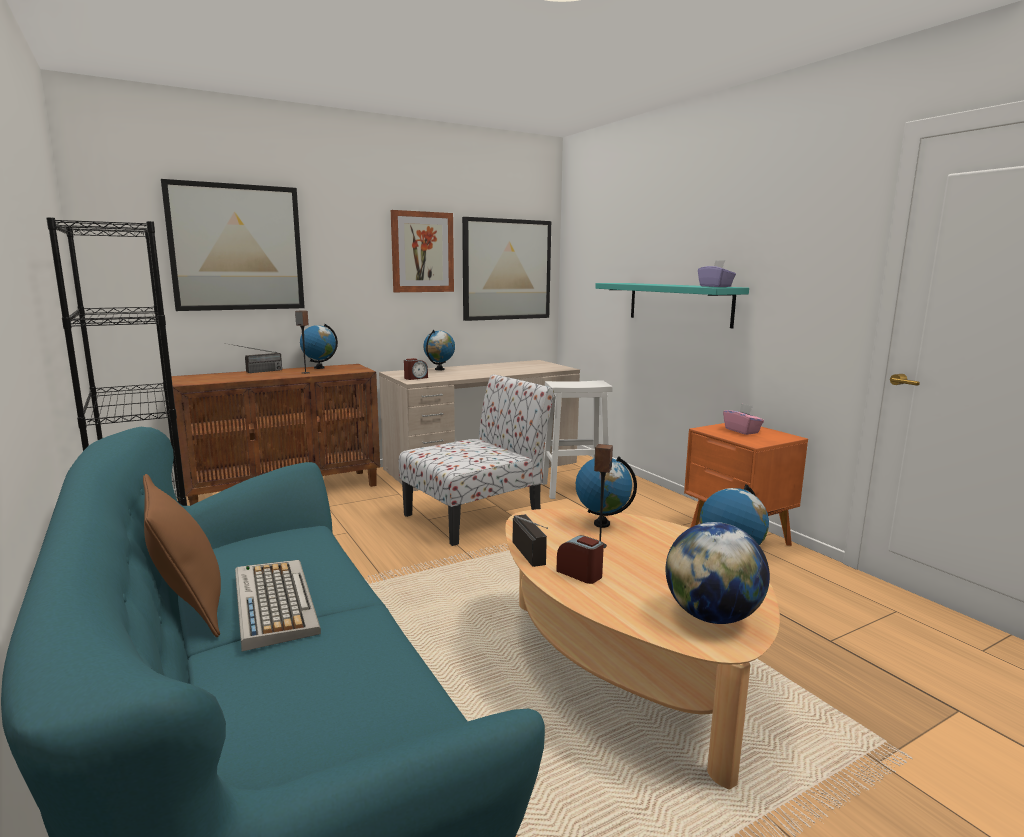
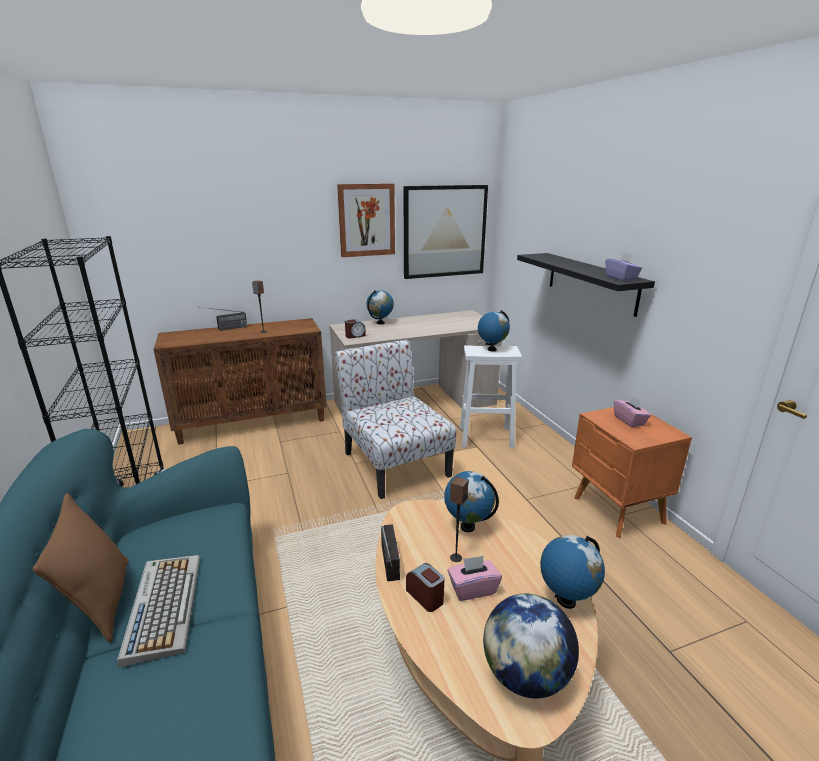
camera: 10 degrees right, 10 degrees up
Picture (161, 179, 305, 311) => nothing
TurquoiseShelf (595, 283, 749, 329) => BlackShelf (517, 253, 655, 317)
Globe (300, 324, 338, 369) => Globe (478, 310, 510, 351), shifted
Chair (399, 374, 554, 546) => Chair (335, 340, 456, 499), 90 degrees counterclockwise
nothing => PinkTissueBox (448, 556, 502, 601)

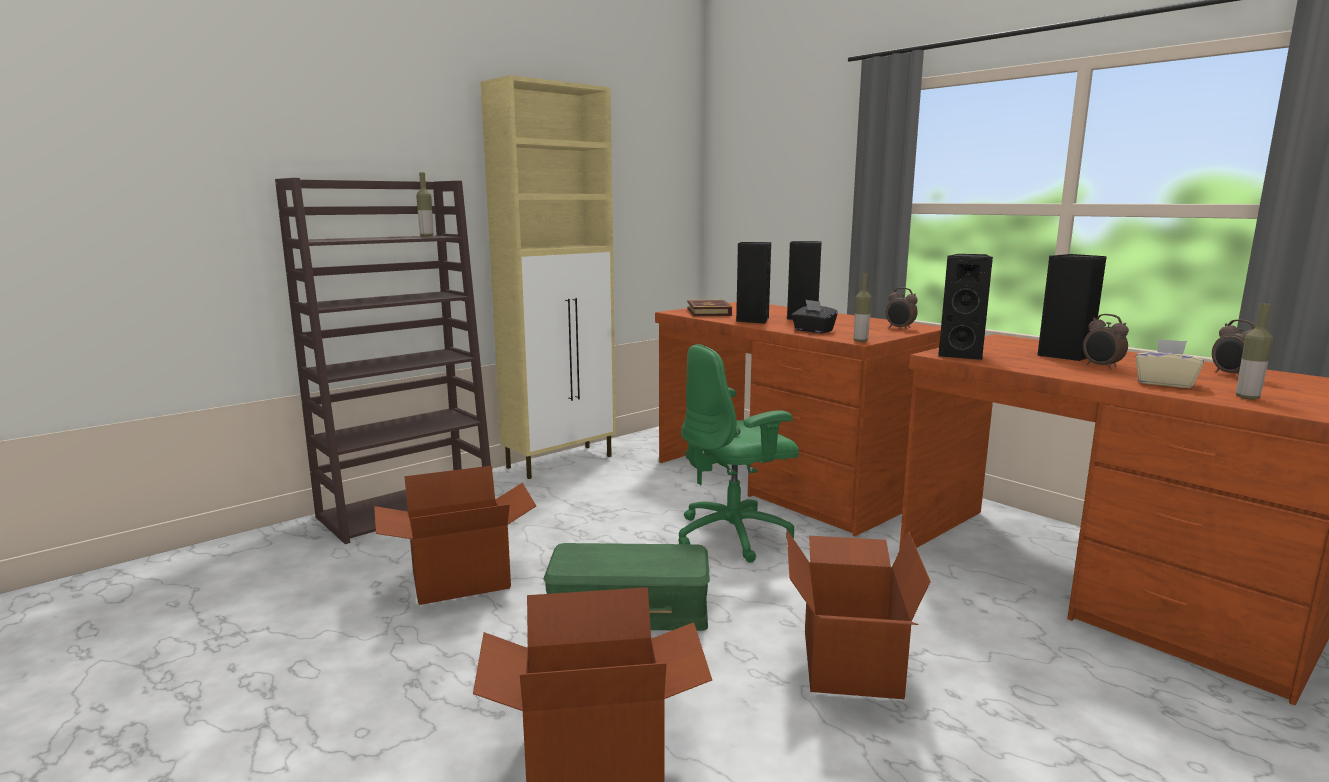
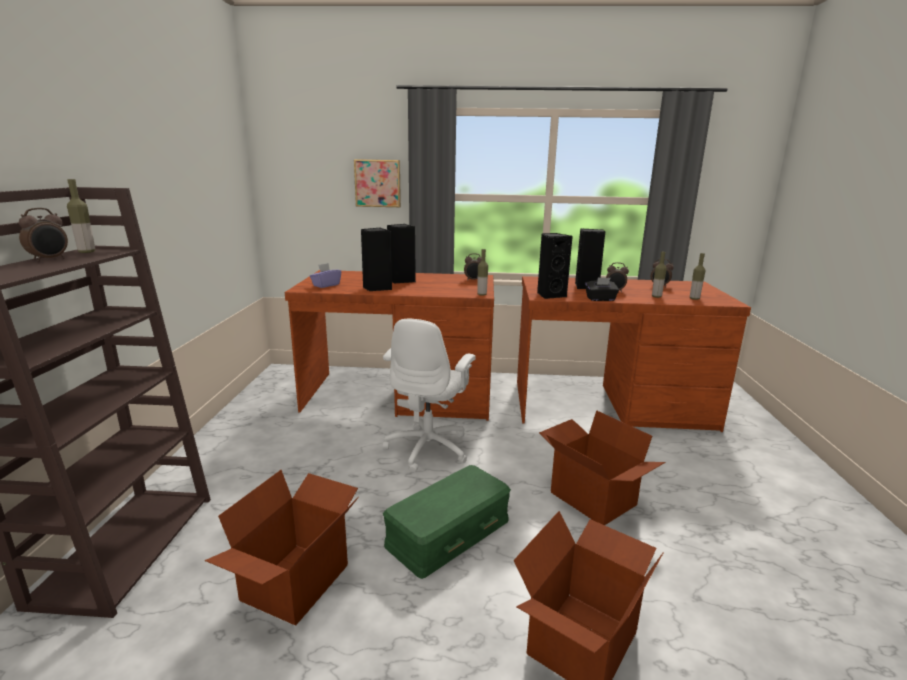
camera: 45 degrees left, 5 degrees up
BeigeCabinet (481, 75, 616, 479) => nothing
BlackTissueBox (791, 299, 838, 333) => BlackTissueBox (585, 277, 619, 301), shifted
Book (687, 300, 732, 317) => PurpleTissueBox (310, 263, 341, 288)
BeigeTissueBox (1136, 339, 1204, 388) => Bottle (652, 252, 667, 298)
GreenOfficeChair (678, 344, 799, 563) => WhiteOfficeChair (383, 319, 476, 473)
nothing => Picture (354, 159, 401, 207)
nothing => AlarmClock (19, 208, 68, 262)

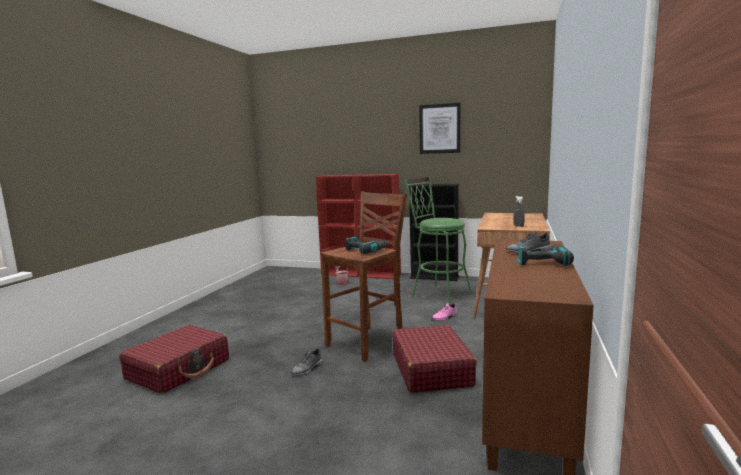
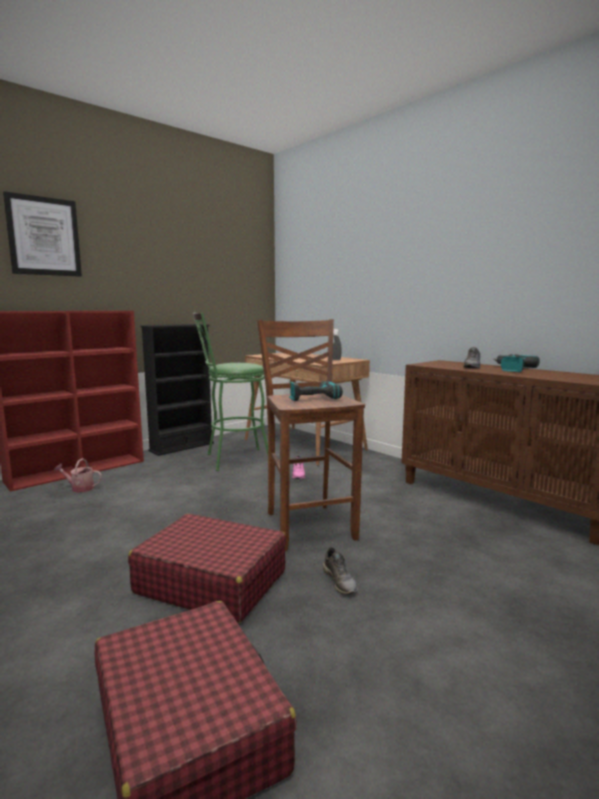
camera: 60 degrees left, 0 degrees up
Picture (419, 103, 461, 154) => Picture (3, 191, 82, 277), shifted
RedSuitcase (392, 325, 477, 393) => RedSuitcase (128, 514, 286, 623), shifted

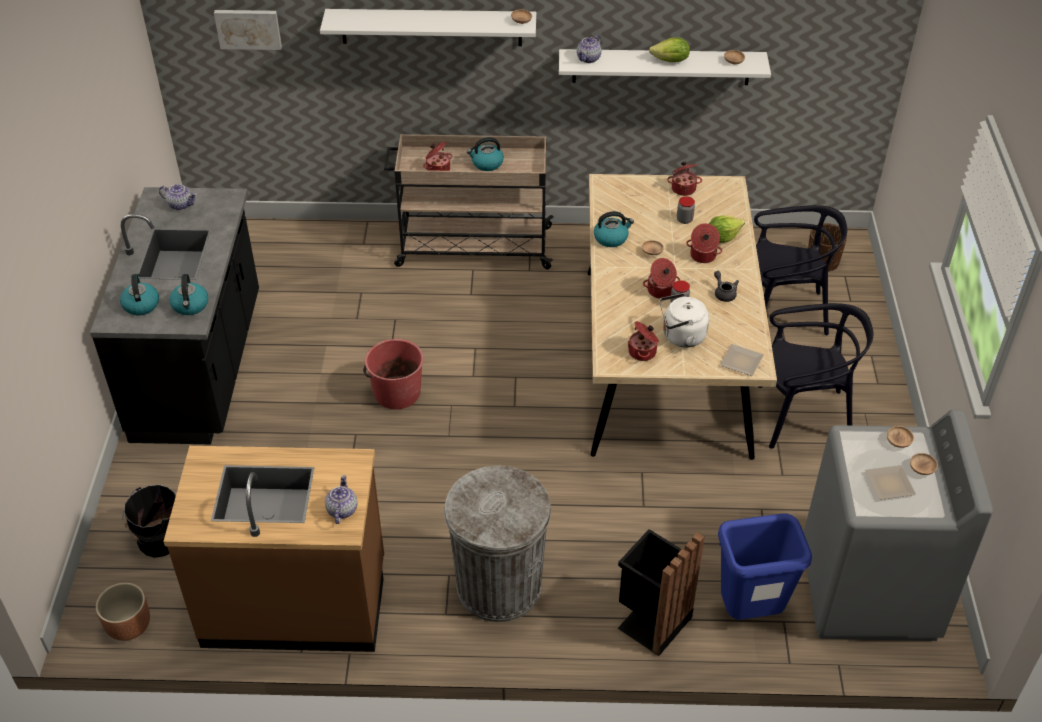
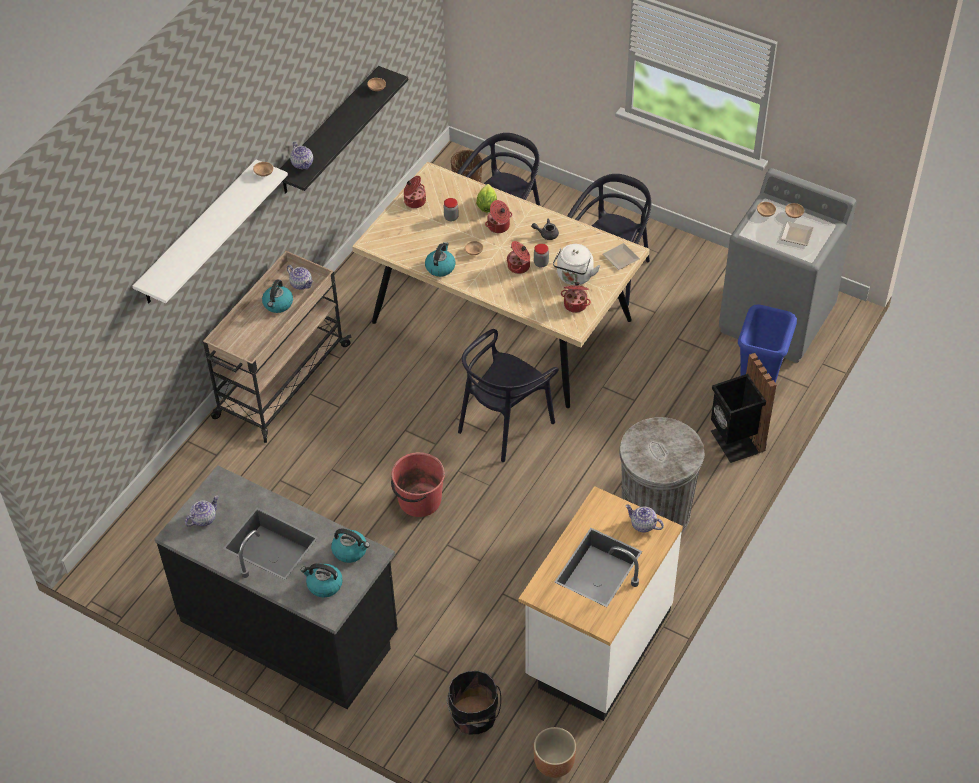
camera: 60 degrees left, 5 degrees up
Picture (214, 10, 282, 50) => nothing
Lettuce (649, 37, 690, 62) => nothing
WhiteShelf (559, 49, 771, 85) => BlackShelf (280, 66, 408, 194)
CookingPot (423, 141, 452, 171) => nothing
BrownCounter (163, 446, 384, 652) => WhiteCounter (519, 486, 683, 721)
nothing => Teapot (287, 265, 313, 290)
nothing => BlackChair (458, 329, 558, 462)

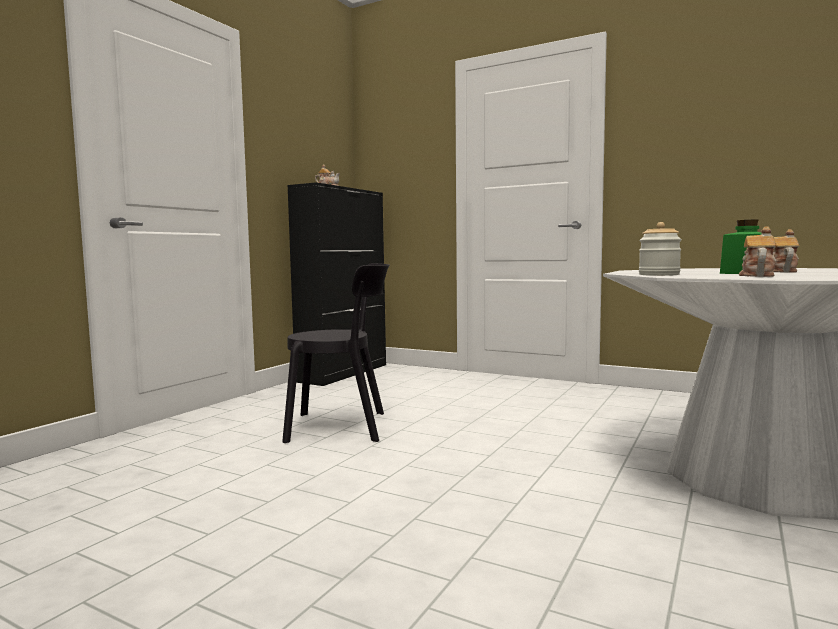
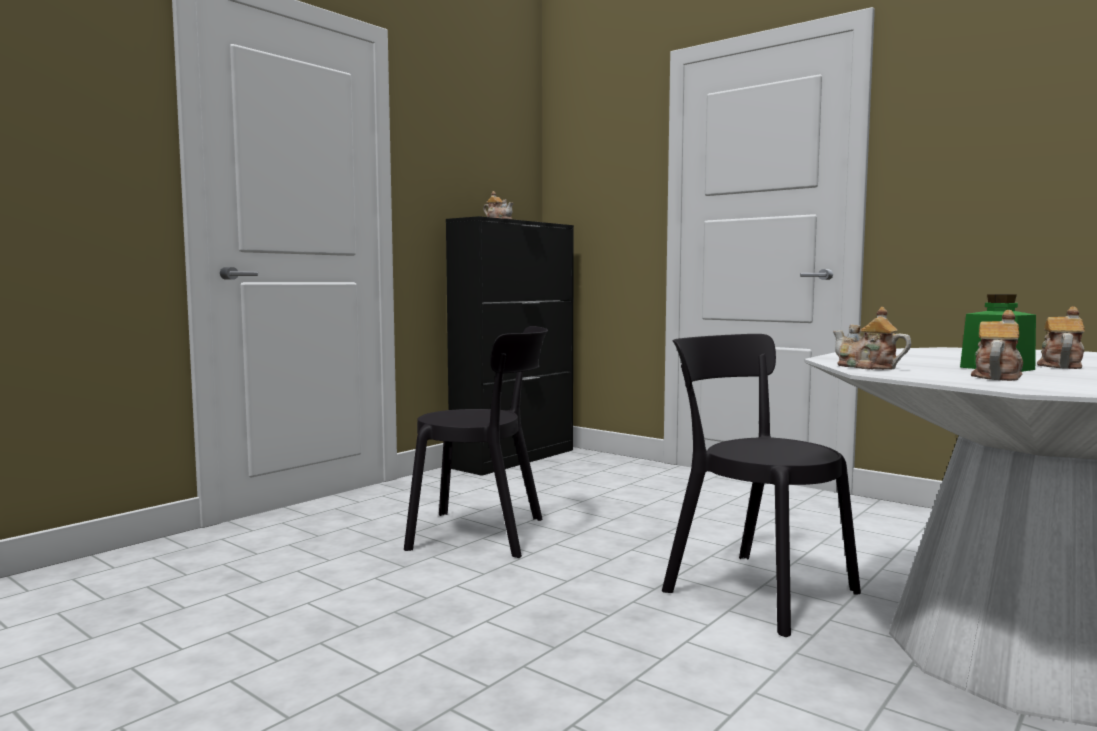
camera: 10 degrees right, 0 degrees up
Jar (639, 222, 682, 276) => Teapot (833, 307, 911, 370)
nothing => BlackChair (662, 334, 861, 637)

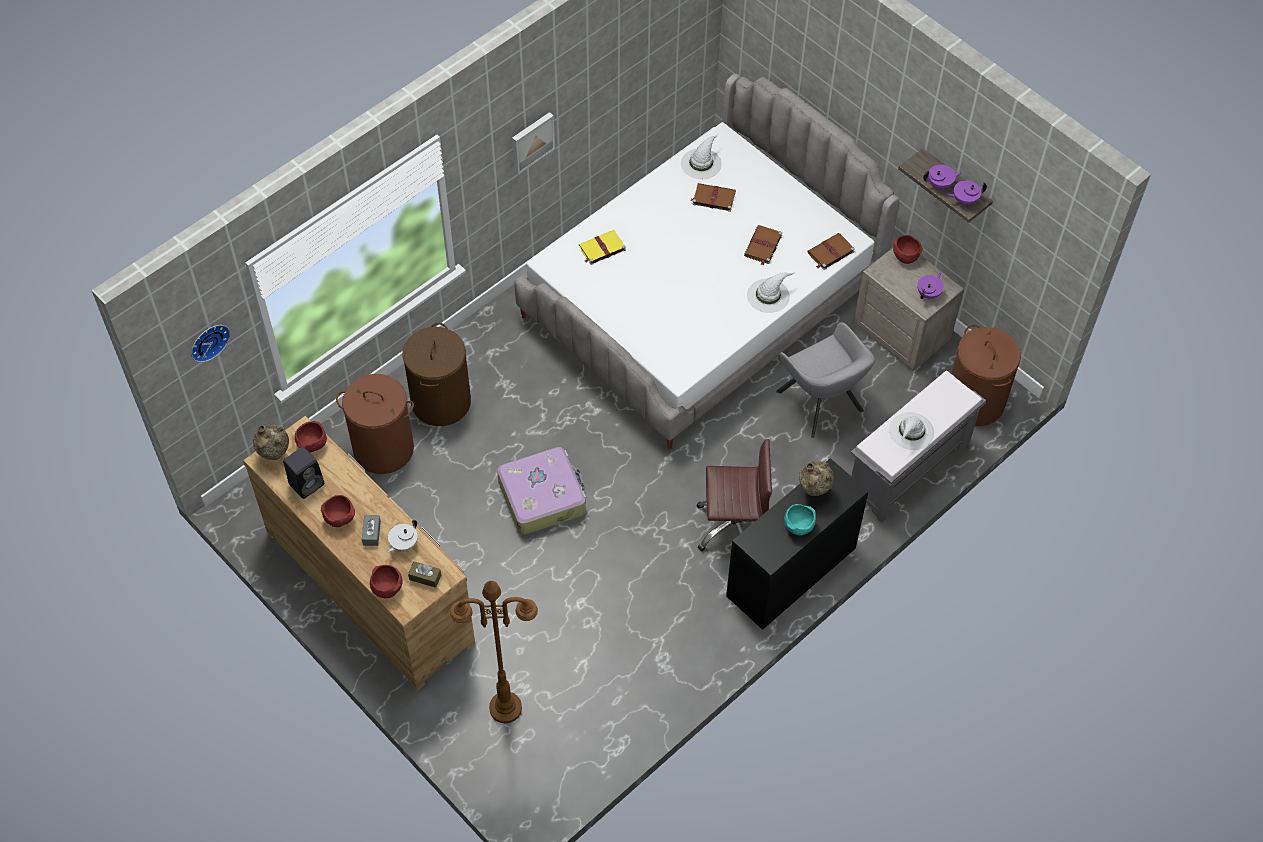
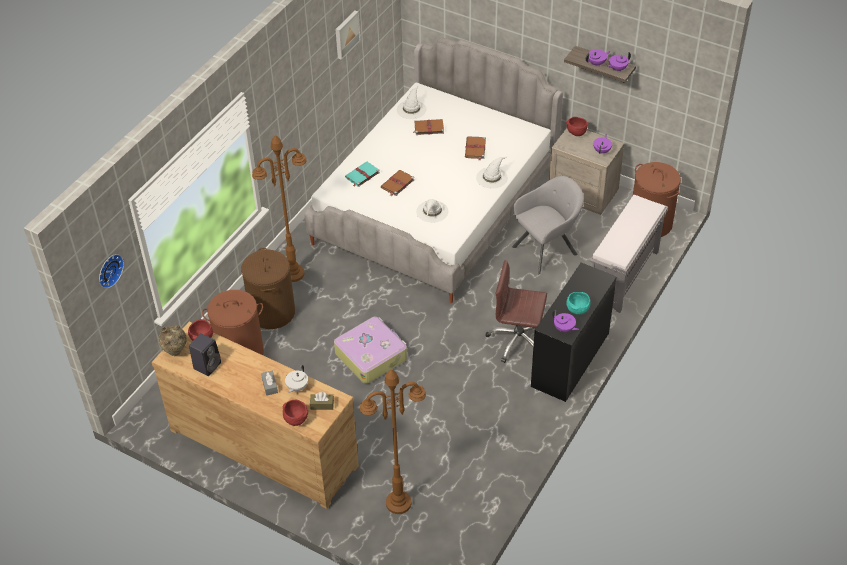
camera: 15 degrees left, 10 degrees down
Picture (512, 112, 555, 174) => Picture (335, 10, 361, 60), shifted
YellowBook (579, 230, 626, 265) => TurquoiseBook (345, 162, 380, 187)
BrownBook (807, 233, 855, 270) => BrownBook (380, 170, 414, 196), shifted
GreyArmchair (776, 322, 875, 438) => GreyArmchair (512, 176, 584, 274), 75 degrees counterclockwise
WhiteHat (889, 412, 934, 450) => WhiteHat (416, 199, 448, 223), shifted
BrownOfficeChair (696, 439, 772, 551) => BrownOfficeChair (486, 260, 547, 363), 150 degrees counterclockwise
BeigeVase (799, 461, 834, 496) => nothing
RedBowl (321, 495, 355, 527) => nothing
nothing => BrownFloorLamp (252, 135, 307, 282)
nothing => PurpleTeapot (552, 310, 579, 332)

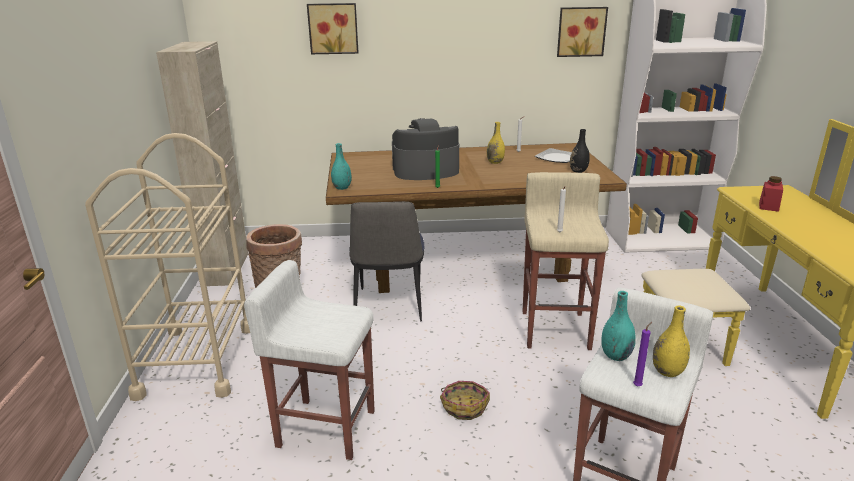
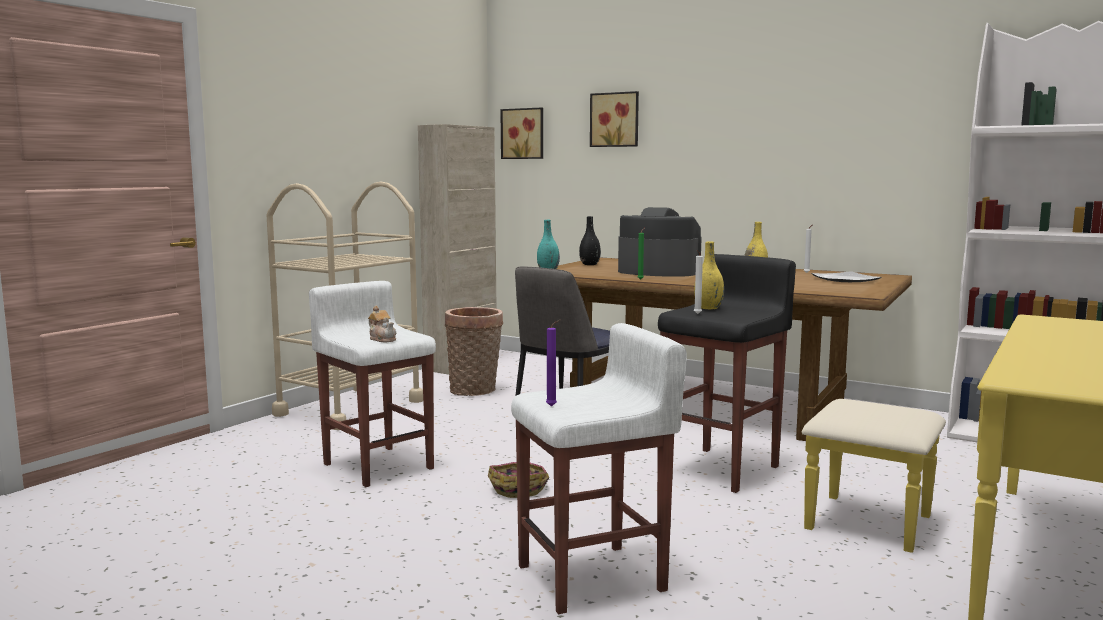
camera: 35 degrees right, 15 degrees down
Picture (557, 7, 608, 57) => Picture (500, 107, 543, 159), shifted
BlackVase (570, 129, 590, 173) => BlackVase (579, 216, 601, 265), shifted
BeigeStool (522, 172, 609, 350) => BlackStool (658, 254, 796, 493)
RedJar (759, 176, 783, 212) => nothing
TurquoiseVase (601, 291, 636, 361) => nothing
YellowVase (653, 305, 690, 377) => YellowVase (694, 242, 724, 309), shifted
nothing => Teapot (368, 305, 396, 342)

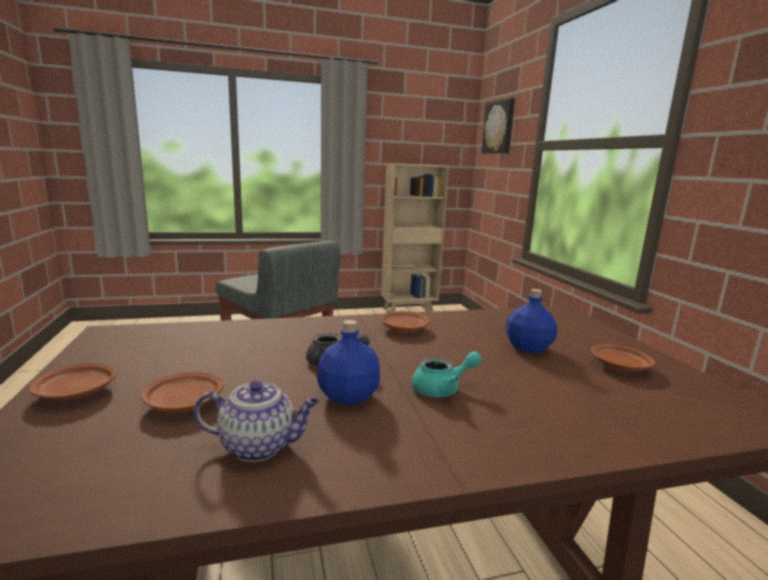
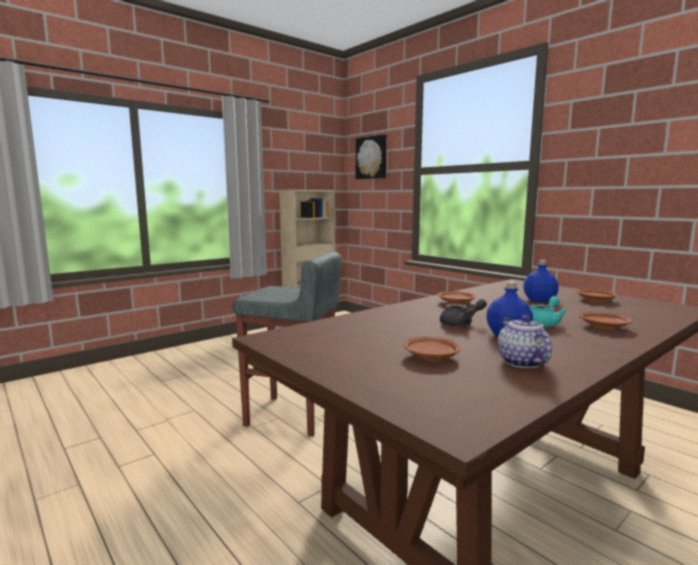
camera: 25 degrees left, 5 degrees down
BrownPlate (29, 363, 116, 400) => BrownPlate (579, 312, 632, 329), shifted
Teapot (194, 380, 319, 462) => Teapot (497, 315, 552, 368), 75 degrees counterclockwise

